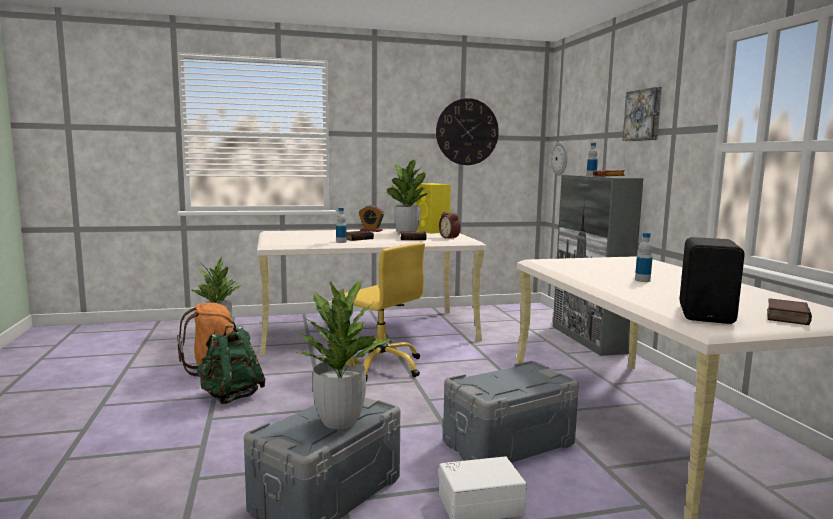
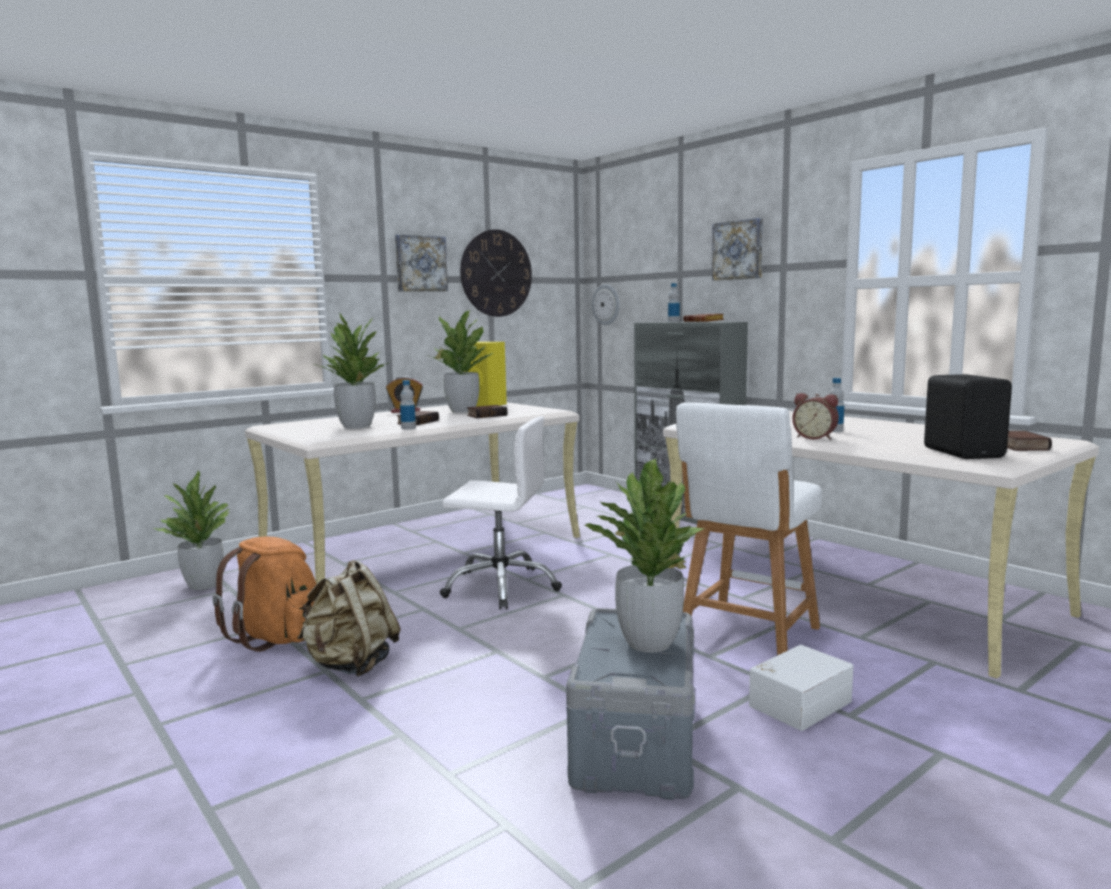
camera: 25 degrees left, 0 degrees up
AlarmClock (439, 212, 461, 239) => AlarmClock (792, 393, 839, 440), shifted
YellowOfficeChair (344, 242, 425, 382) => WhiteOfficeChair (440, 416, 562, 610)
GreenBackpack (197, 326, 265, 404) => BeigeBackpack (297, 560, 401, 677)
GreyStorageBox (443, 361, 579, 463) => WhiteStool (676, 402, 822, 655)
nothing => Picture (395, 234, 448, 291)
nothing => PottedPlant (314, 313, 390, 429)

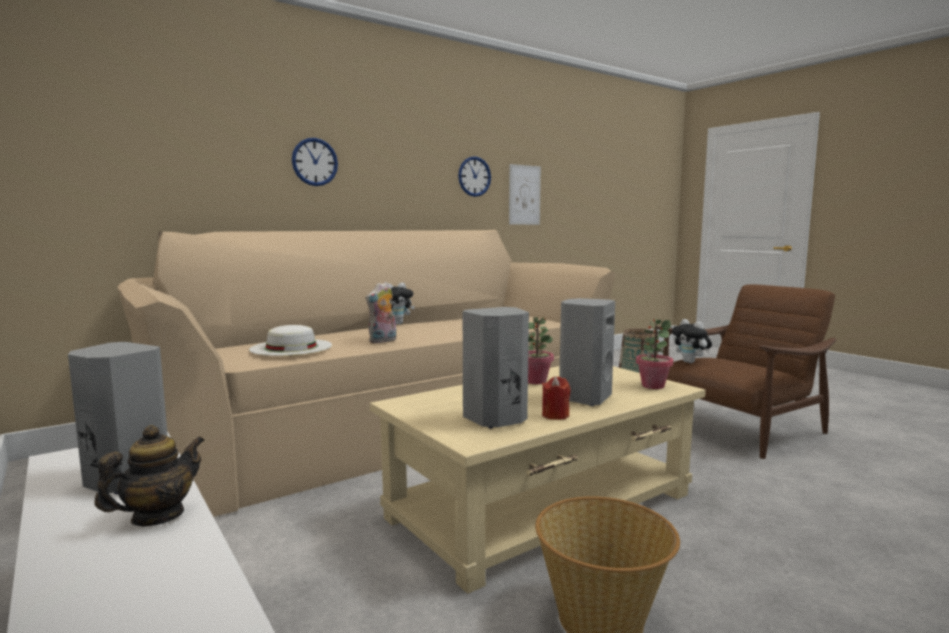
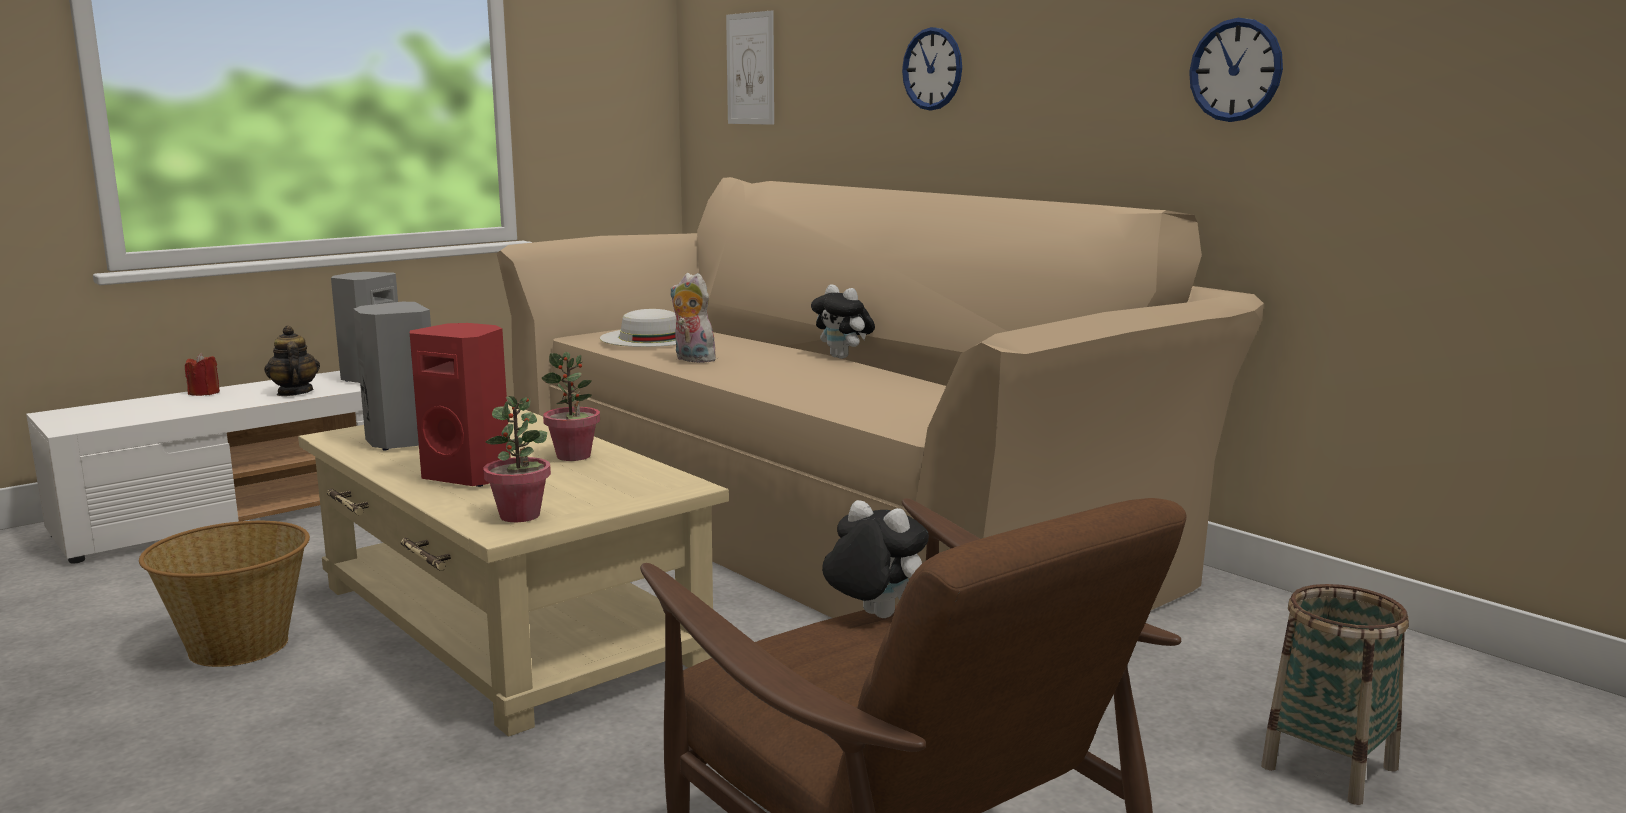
camera: 85 degrees right, 5 degrees up
Picture (509, 164, 541, 225) => Picture (726, 11, 774, 125), shifted
GreySpeaker (559, 298, 615, 406) => RedSpeaker (410, 323, 511, 487)
PlushToy (672, 319, 712, 363) => PlushToy (822, 500, 929, 618), 75 degrees clockwise
RedCandle (542, 376, 571, 420) => RedCandle (185, 353, 220, 396), shifted
Teapot (94, 425, 205, 526) => Teapot (264, 326, 320, 396), 150 degrees counterclockwise

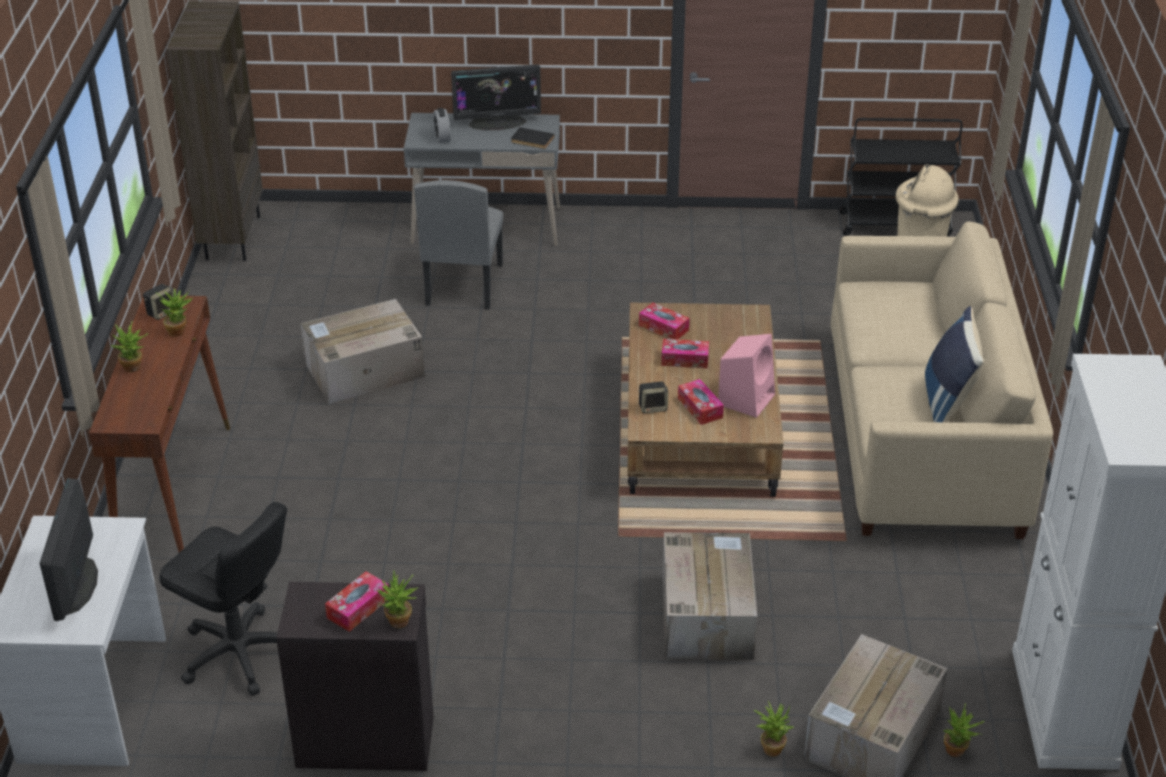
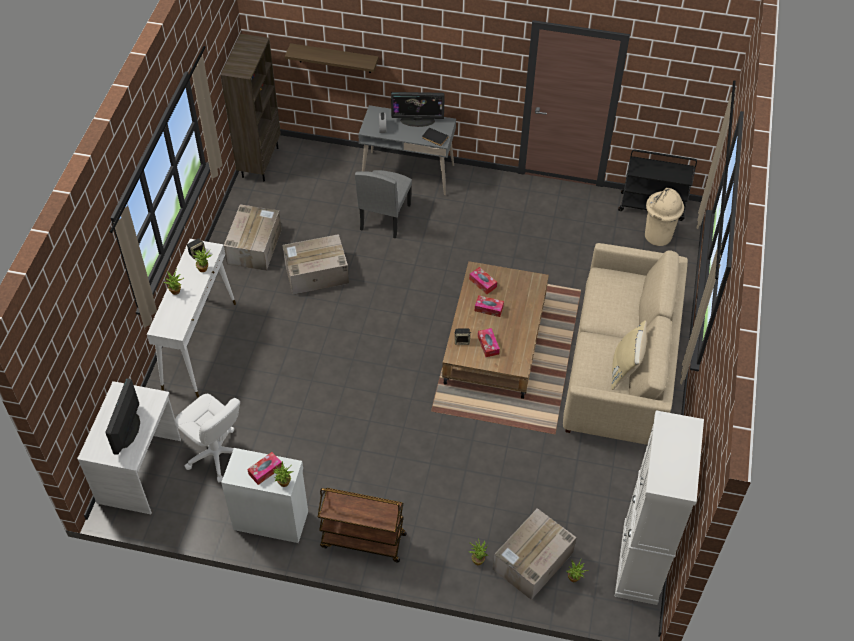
camera: 10 degrees right, 15 degrees up
BrownConsoleTable (89, 296, 230, 553) => WhiteConsoleTable (147, 239, 236, 398)
BluePillow (925, 306, 984, 422) => BeigePillow (611, 320, 647, 390)
PinkSpeaker (718, 334, 775, 418) => nothing
BlackOfficeChair (159, 502, 287, 696) => WhiteOfficeChair (175, 394, 240, 483)
CardboardBox (662, 532, 757, 660) => CardboardBox (224, 204, 282, 271), shifted
BlackCabinet (276, 582, 434, 771) => WhiteCabinet (221, 448, 308, 543)
nothing => Shelf (285, 43, 379, 73)
nothing => BrownCart (318, 488, 407, 563)

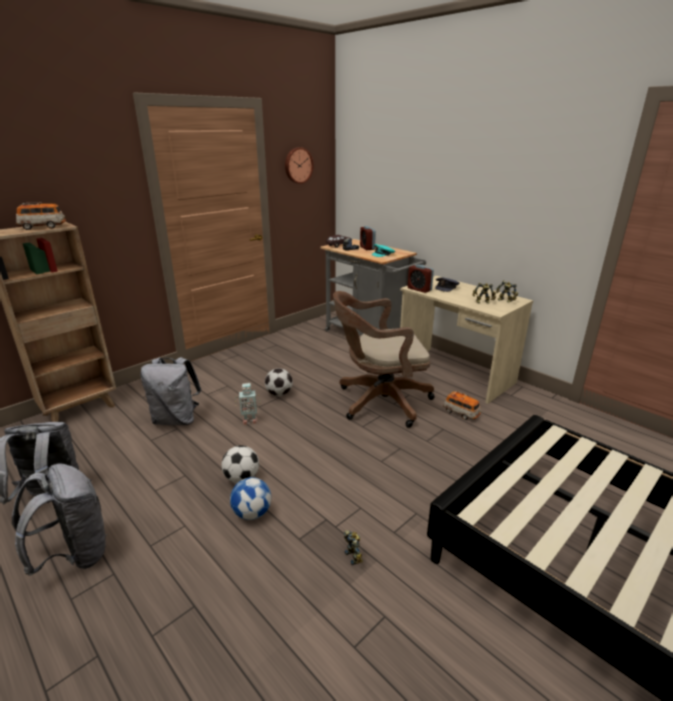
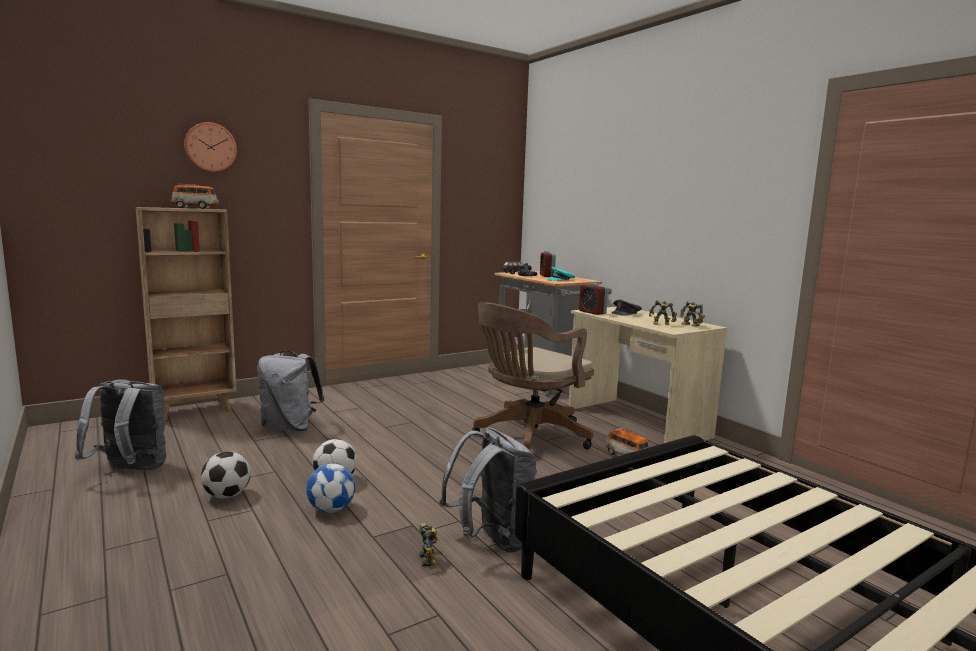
camera: 10 degrees right, 15 degrees down
WallClock (285, 147, 314, 184) => WallClock (184, 122, 237, 172), shifted
BrownOfficeChair (333, 291, 435, 428) => BrownOfficeChair (472, 302, 594, 450), 45 degrees counterclockwise
Football (265, 368, 293, 396) => Football (201, 451, 251, 498), shifted
ToyRobot (235, 383, 260, 425) => nothing
GreyBackpack (12, 464, 107, 576) => GreyBackpack (439, 427, 537, 553), shifted

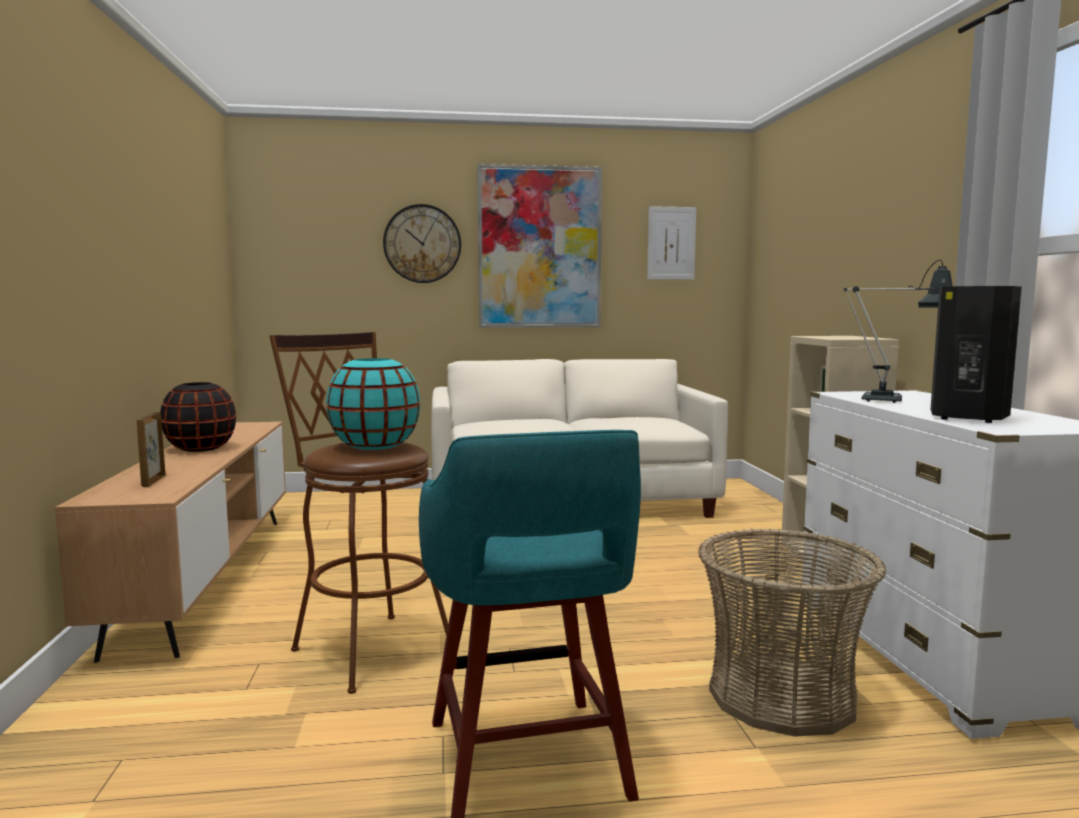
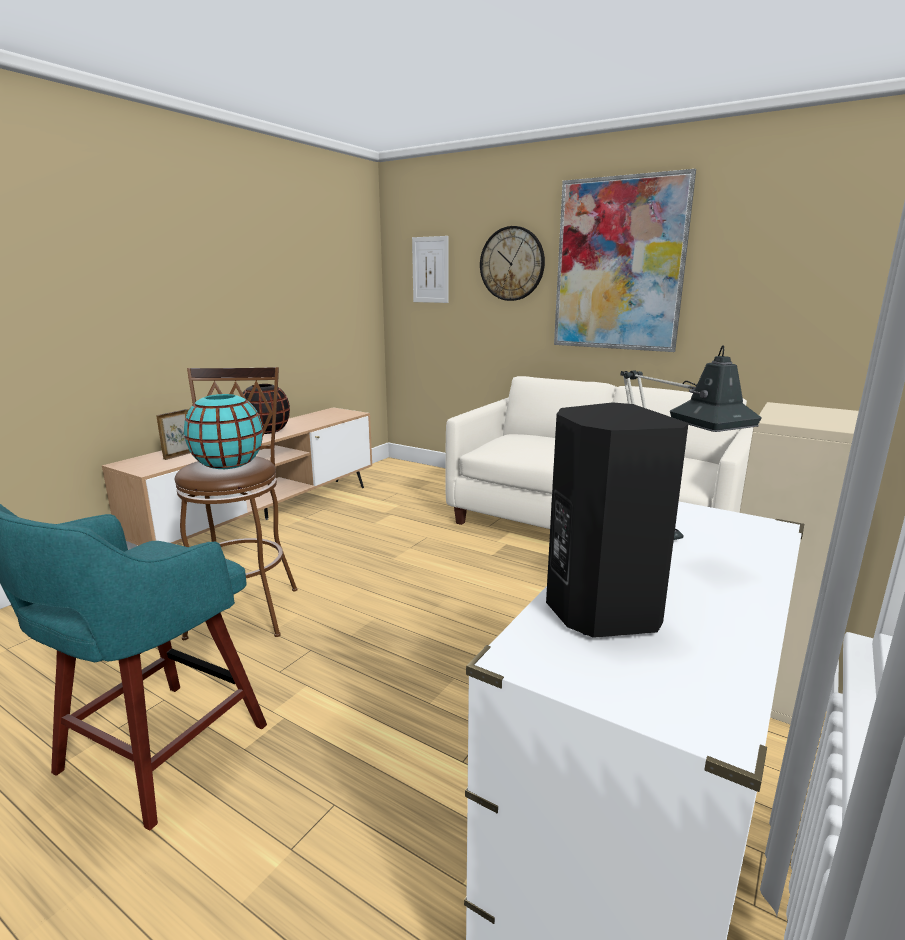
camera: 40 degrees right, 10 degrees up
Picture (647, 206, 696, 280) => Picture (412, 236, 449, 303), shifted
Basket (698, 528, 886, 737) => nothing

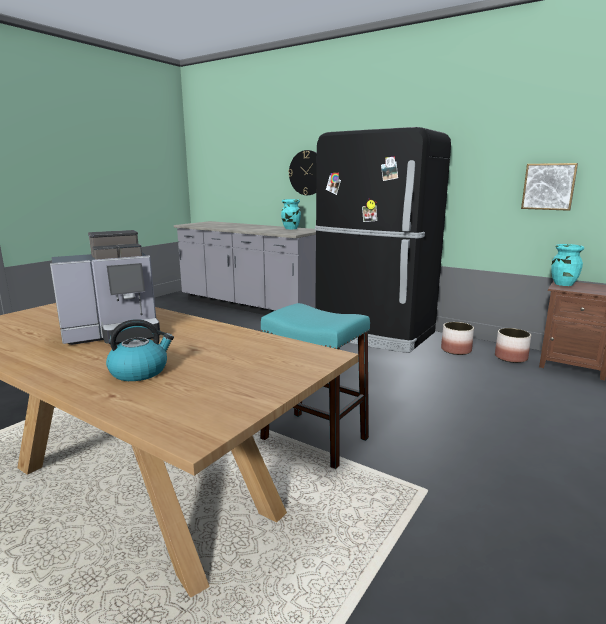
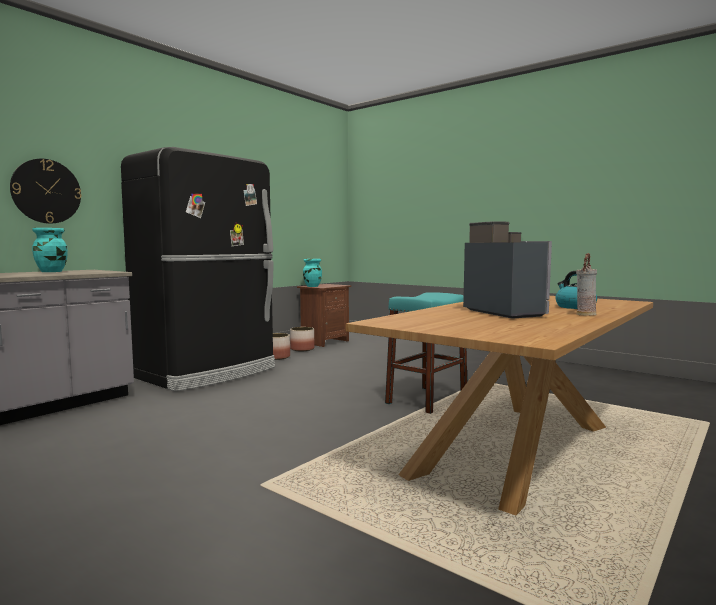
camera: 85 degrees left, 10 degrees down
Picture (521, 163, 578, 211) => nothing
nothing => Vase (576, 253, 597, 316)

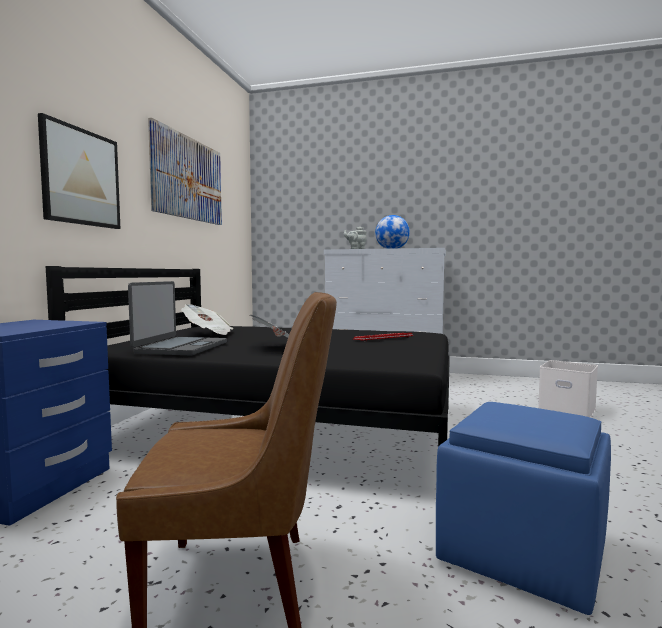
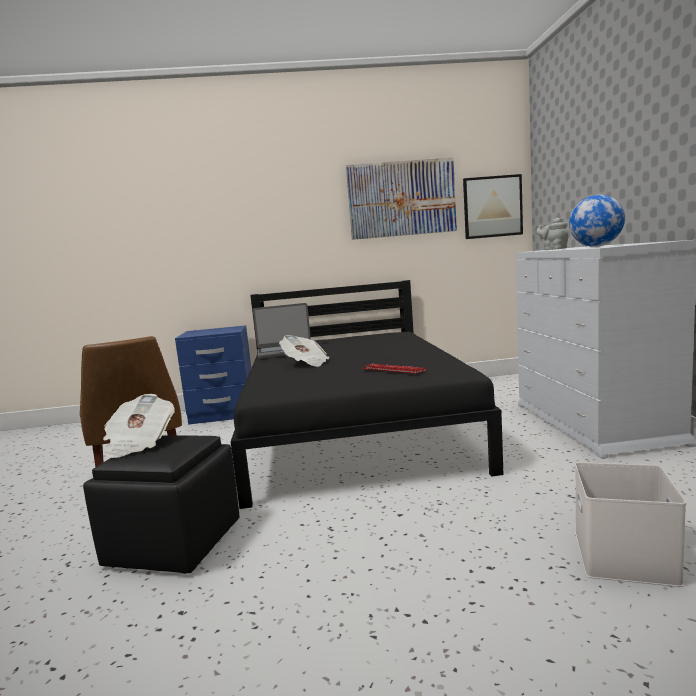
camera: 70 degrees right, 5 degrees up
Picture (38, 113, 121, 229) => Picture (463, 174, 523, 239), shifted
Newspaper (181, 304, 233, 335) => Newspaper (103, 394, 175, 458), shifted
BlueOttoman (436, 402, 611, 615) => BlackOttoman (83, 435, 240, 574)

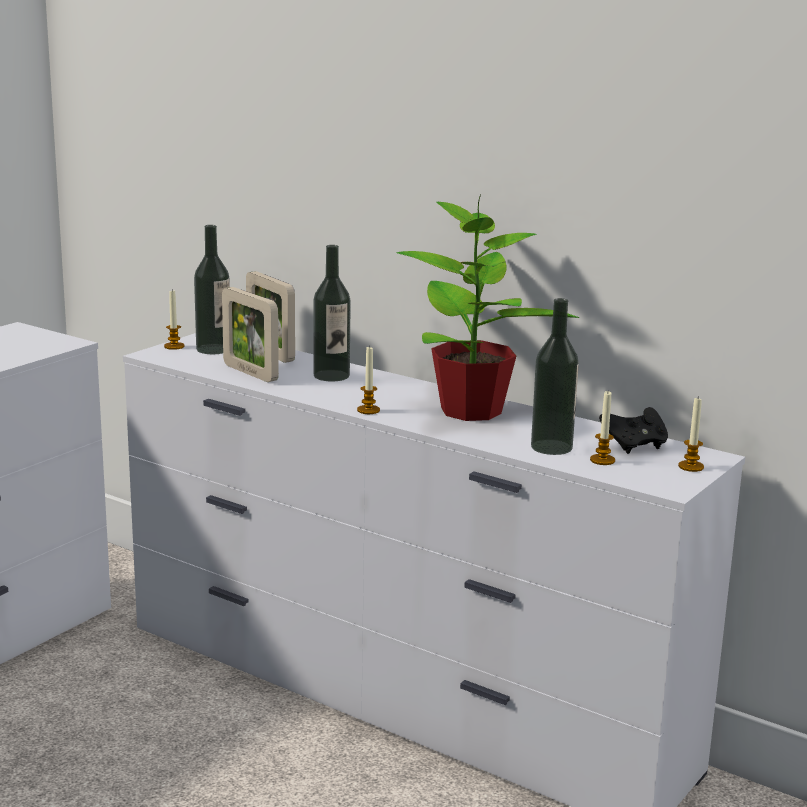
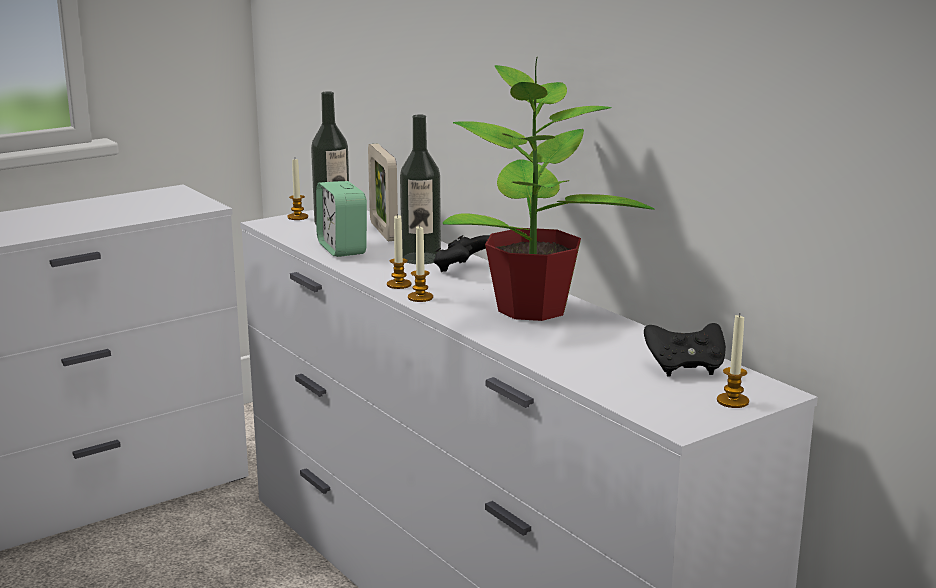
camera: 20 degrees right, 0 degrees up
PictureFrame (222, 287, 279, 382) => AlarmClock (316, 181, 367, 257)
Bottle (531, 298, 579, 455) => nothing
Candle (590, 391, 615, 465) => Candle (387, 215, 411, 289), shifted
nothing => BlackGameController (434, 235, 490, 272)

